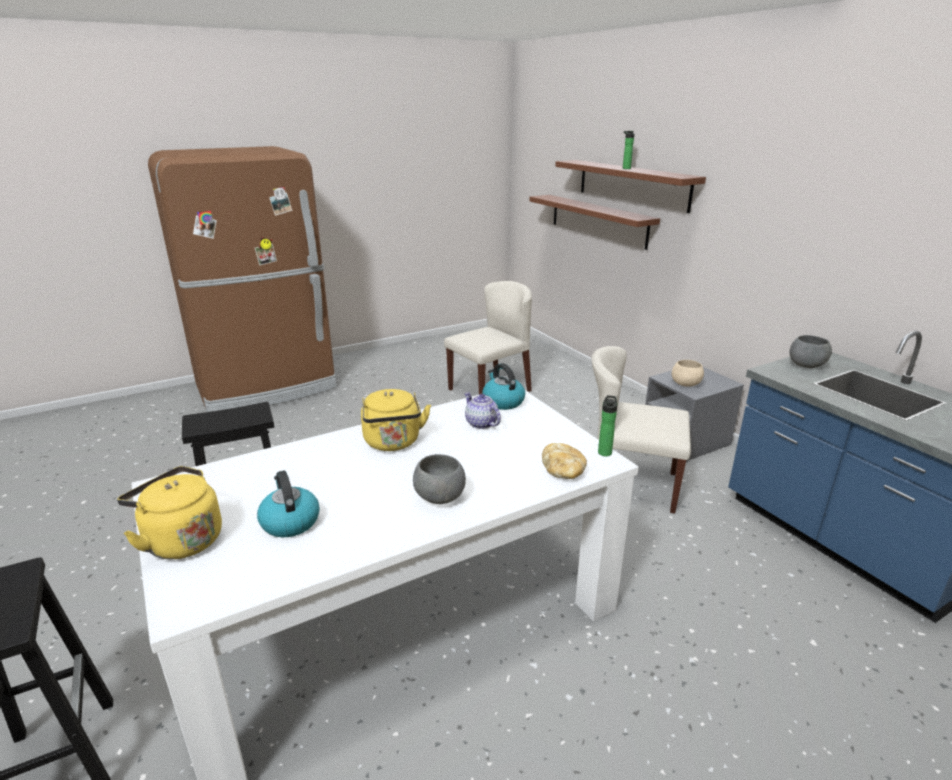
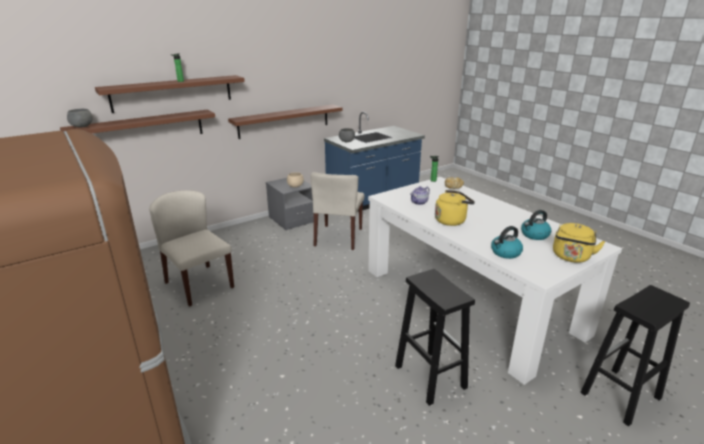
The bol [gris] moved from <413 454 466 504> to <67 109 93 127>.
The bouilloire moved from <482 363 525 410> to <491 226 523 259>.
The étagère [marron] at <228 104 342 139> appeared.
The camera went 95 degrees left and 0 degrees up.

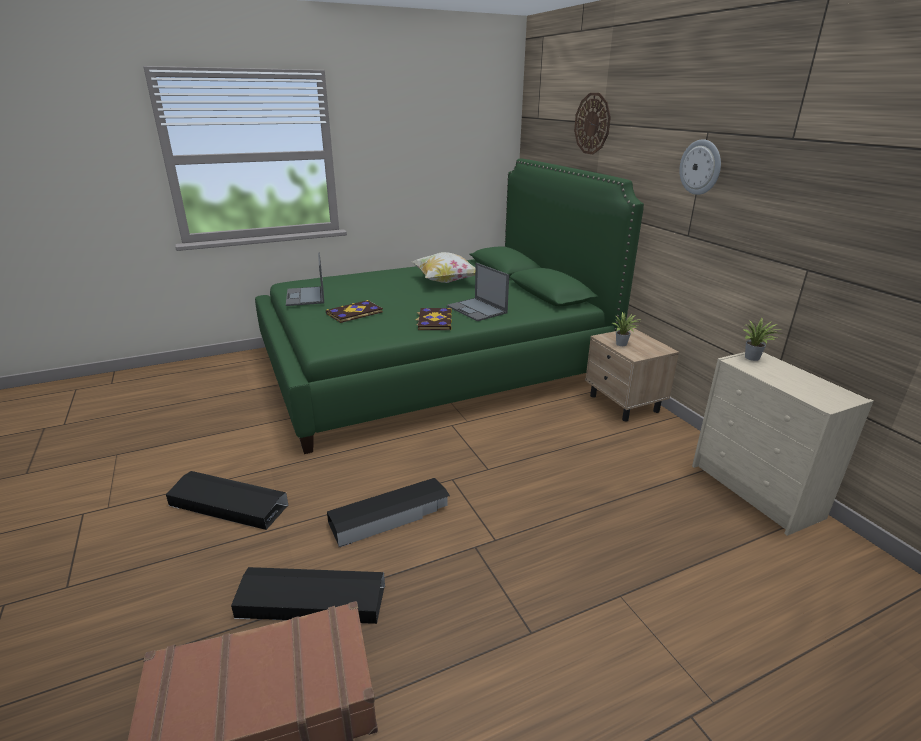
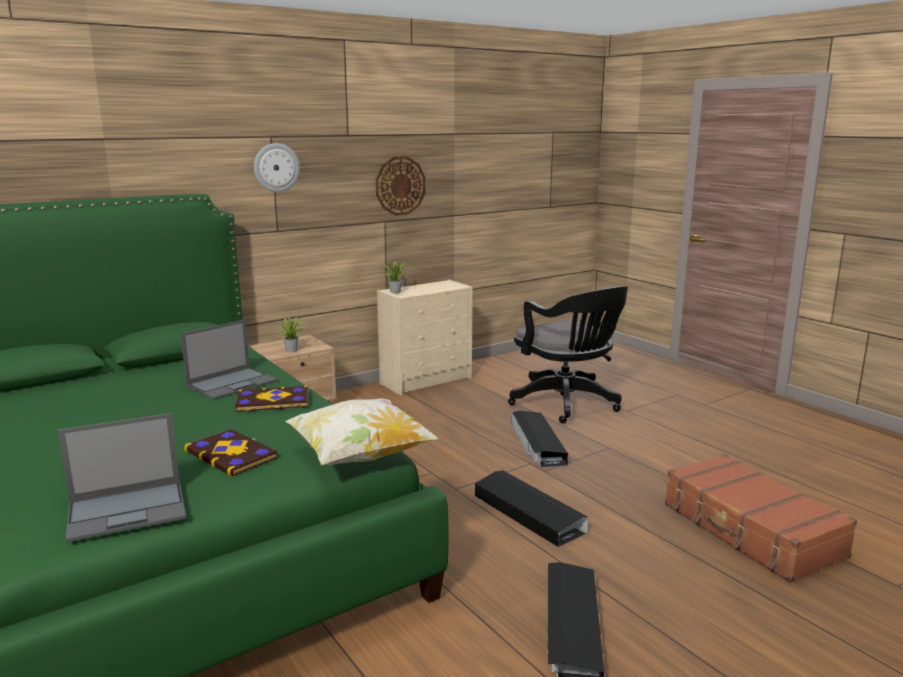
The boîte de rangement [noir] moved from <231 567 385 624> to <512 410 568 467>.
The coussin moved from <412 252 475 283> to <285 398 439 465>.
The horloge murale moved from <574 93 611 155> to <376 156 426 216>.
The chaise de bureau [noir] at <508 286 628 424> appeared.
The camera went 100 degrees left and 10 degrees down.

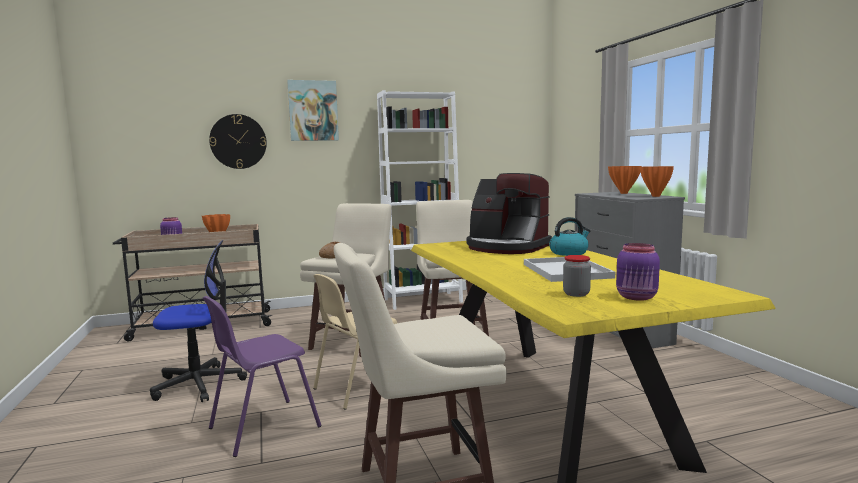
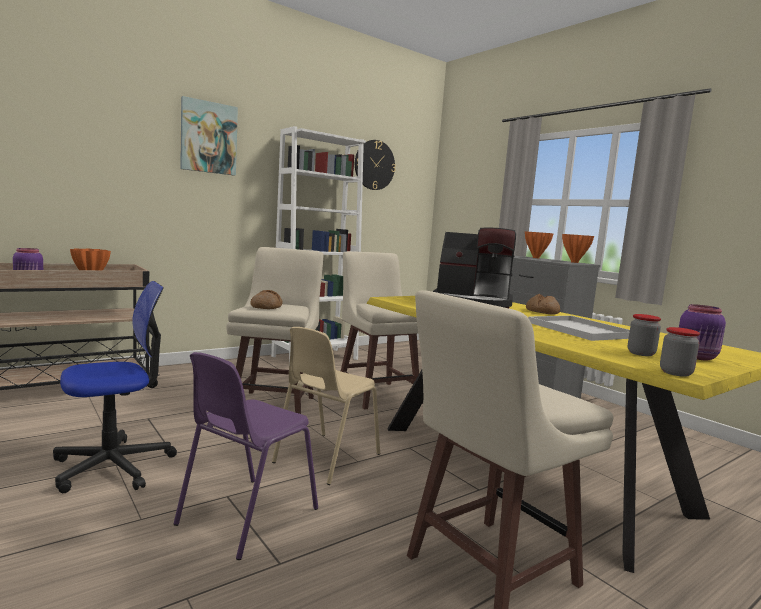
The horloge murale moved from <209 114 267 169> to <355 140 396 190>.
The bouilloire at <549 217 590 256> was replaced by the pain at <526 294 560 315>.
The bocal at <660 327 700 377> appeared.
The camera went 20 degrees left and 0 degrees up.

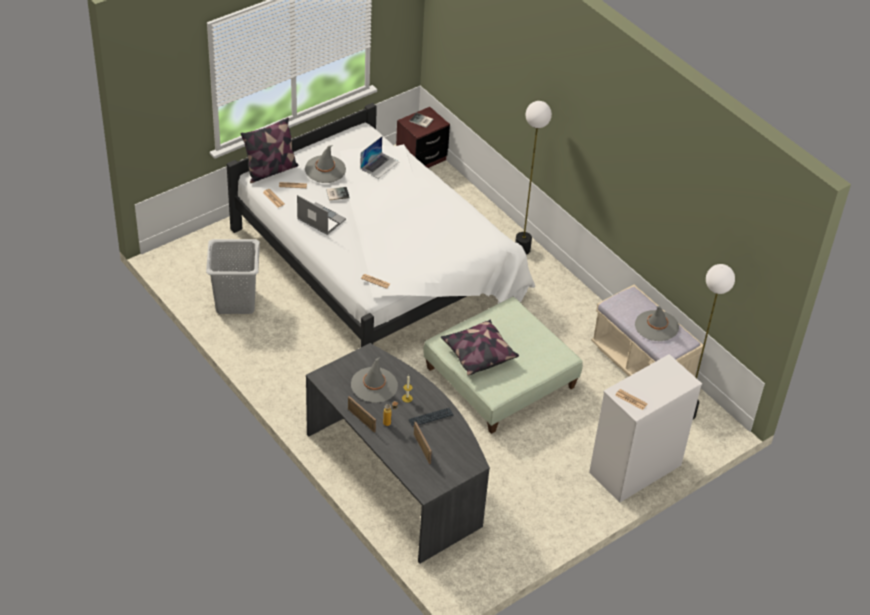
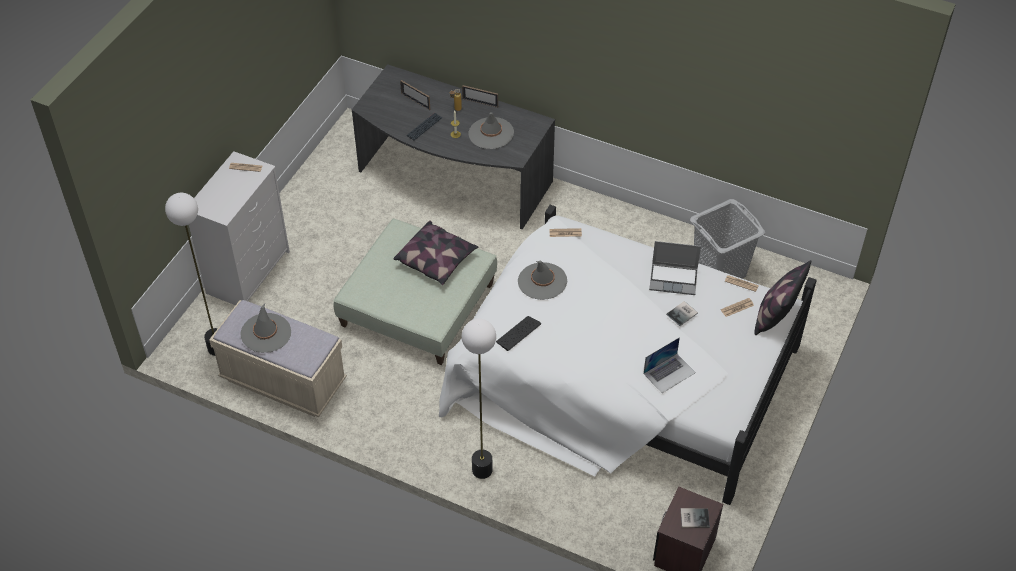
The chapeau [gris] moved from <305 145 346 183> to <518 261 567 300>.
The ordinateur portable at <360 137 399 179> turned 135 degrees counterclockwise.
The clavier at <496 316 541 351> appeared.
The camera went 155 degrees right and 5 degrees up.

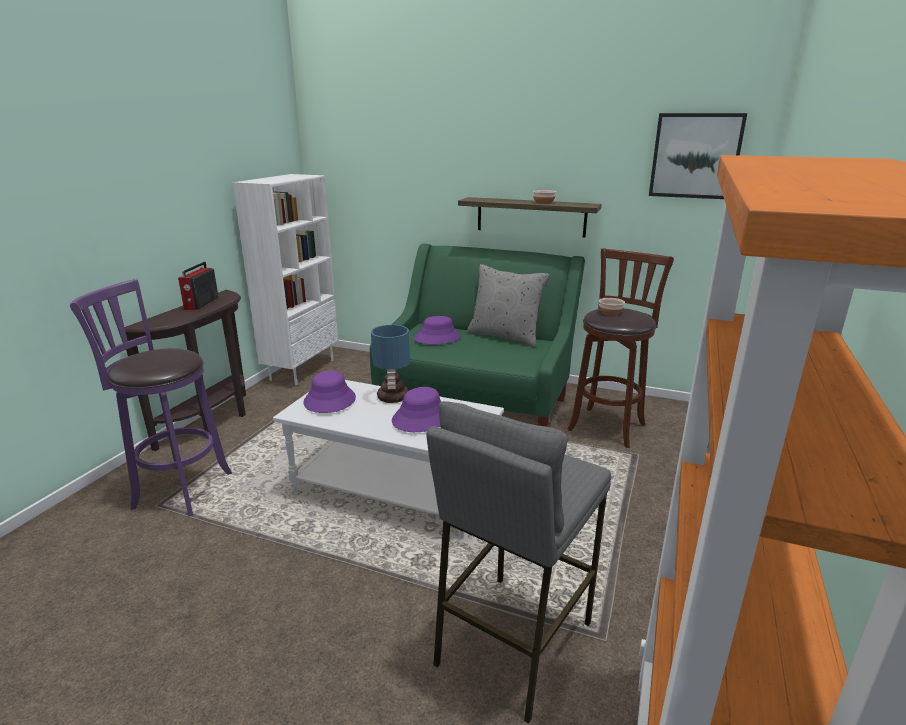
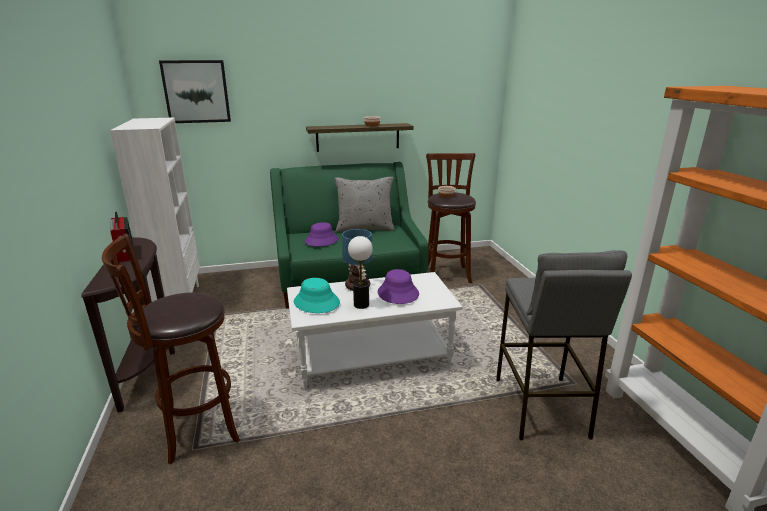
The tabouret [violet] at <70 278 232 518> became the tabouret [marron] at <102 234 240 464>.
The chapeau [violet] at <303 371 356 413> became the chapeau [turquoise] at <294 278 340 313>.
The tableau moved from <649 113 747 199> to <159 60 231 123>.
The lampe de table at <348 236 373 309> appeared.
The camera went 35 degrees left and 0 degrees up.

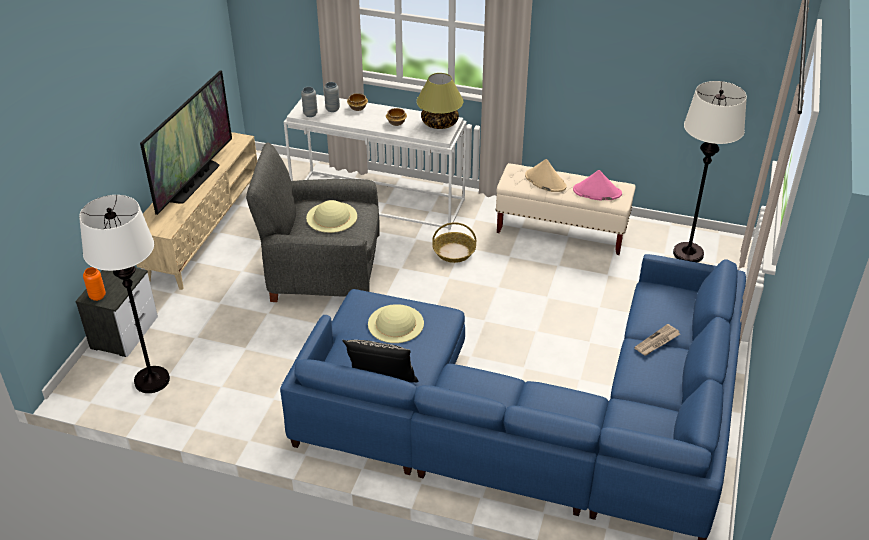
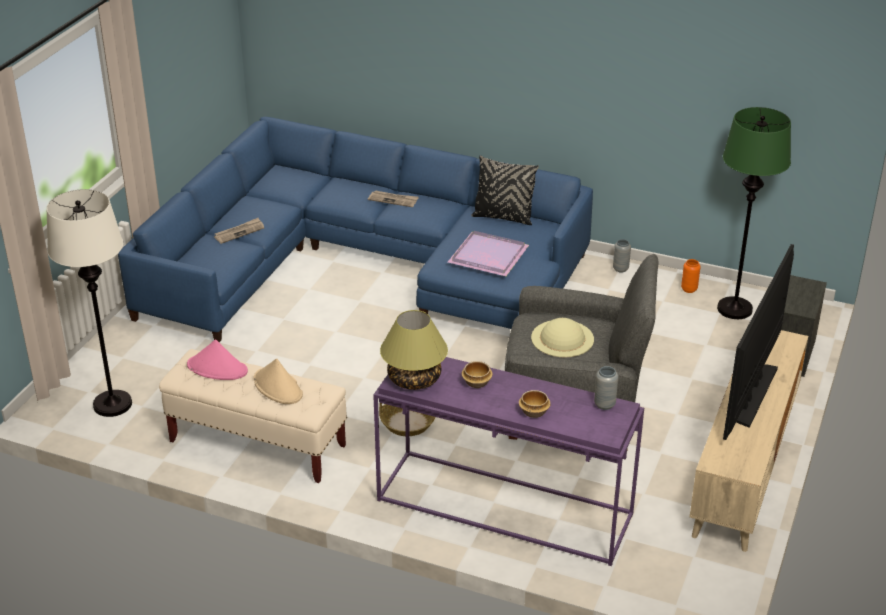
The lampadaire [blanc] at <79 195 170 393> became the lampadaire [vert] at <717 107 791 319>.
The vase [orange] moved from <83 267 106 301> to <681 259 700 293>.
The table console [blanc] at <284 94 467 230> became the table console [violet] at <373 357 644 566>.
The vase [gris] moved from <324 82 340 112> to <613 239 631 273>.
The chapeau [beige] at <368 304 424 343> was replaced by the plateau [violet] at <448 231 529 276>.
The journal at <368 190 419 207> appeared.
The camera went 175 degrees left and 5 degrees down.

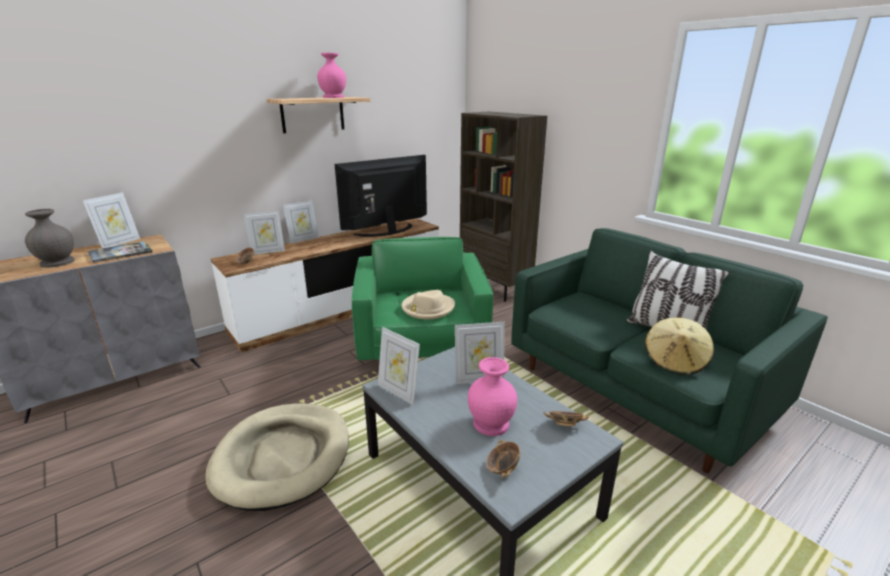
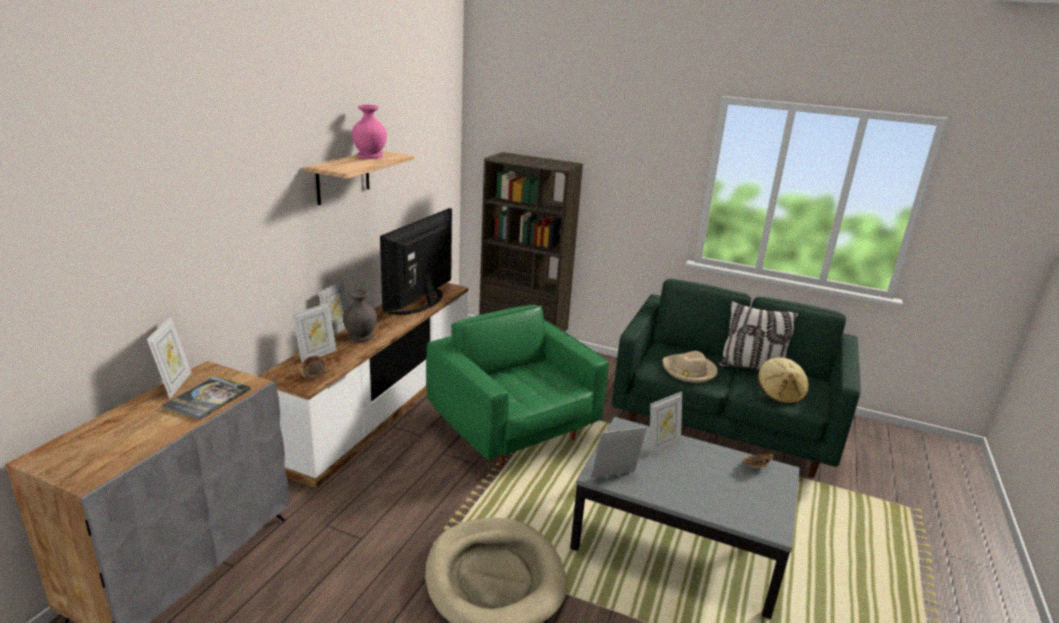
The vase [gris] moved from <25 209 74 268> to <343 289 377 342>.
The cadre photo at <378 327 420 405> turned 150 degrees clockwise.
The chapeau [beige] moved from <401 290 455 319> to <663 351 718 383>.
The vase [rose] at <468 357 517 436> disappeared.
The bol at <486 440 520 478> disappeared.
The camera went 30 degrees left and 0 degrees up.

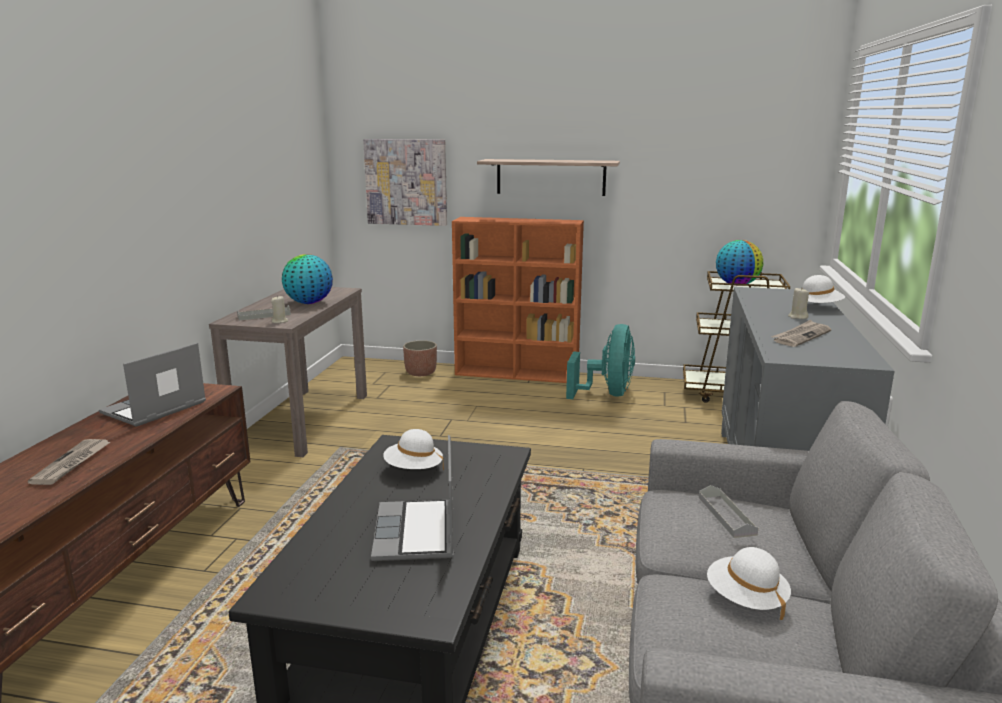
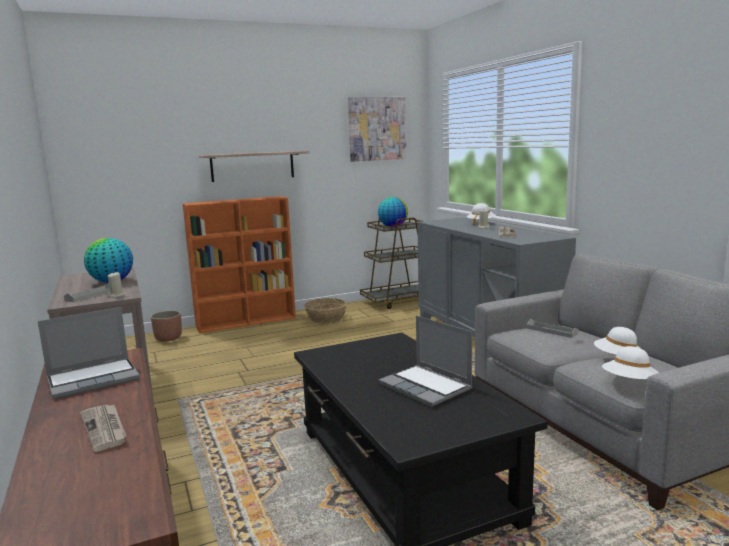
The ordinateur portable at <99 343 206 427> turned 120 degrees counterclockwise.
The tableau moved from <363 139 447 226> to <348 97 406 162>.
The chapeau [blanc] moved from <383 429 444 470> to <602 346 659 379>.
The ventilateur [turquoise] at <566 324 635 399> was replaced by the panier at <304 298 347 323>.
The camera went 35 degrees left and 5 degrees down.

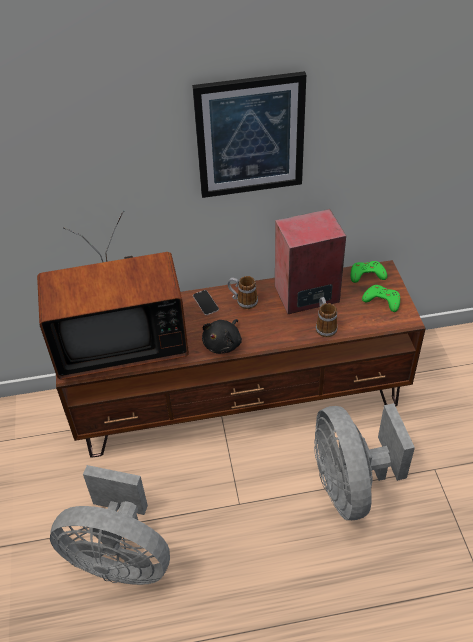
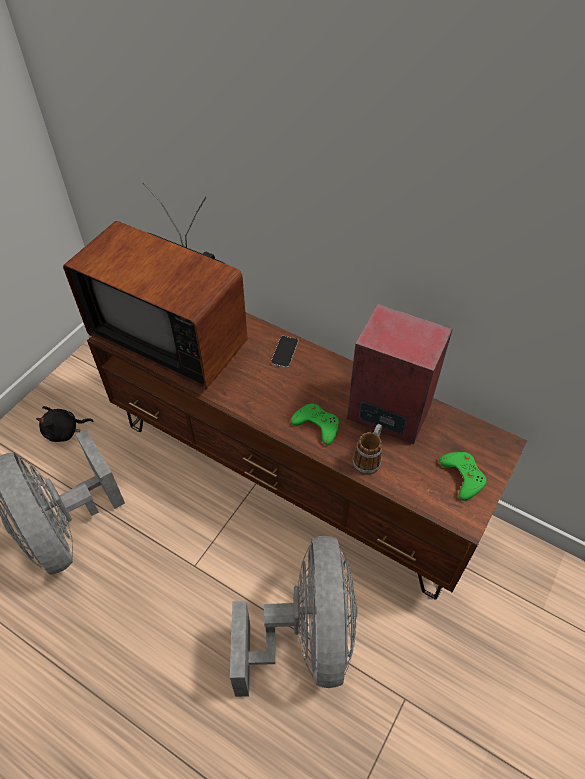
The tableau at <192 71 306 198> disappeared.
The peluche [noir] moved from <202 319 242 354> to <36 406 94 442>.
The mug at <228 276 258 309> disappeared.
The ventilateur [gris] at <314 403 415 520> turned 150 degrees clockwise.
The manette [vert] moved from <351 261 387 283> to <291 404 339 445>.
The camera went 40 degrees right and 5 degrees up.

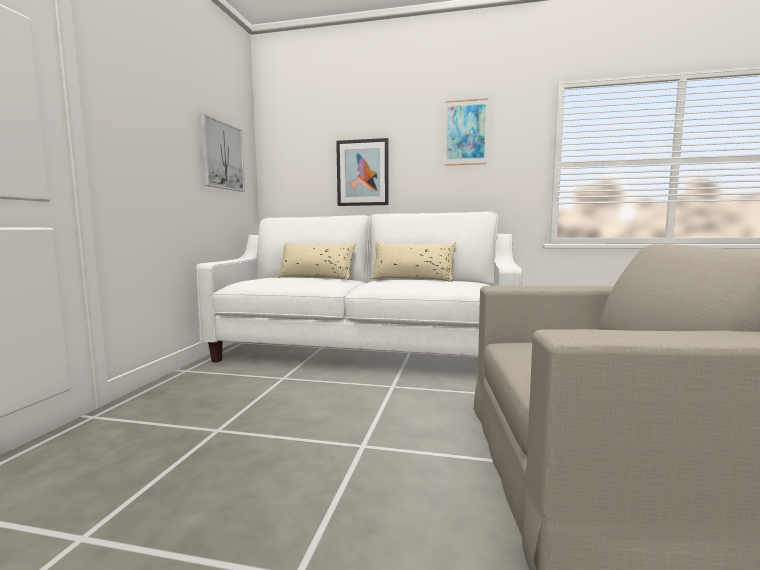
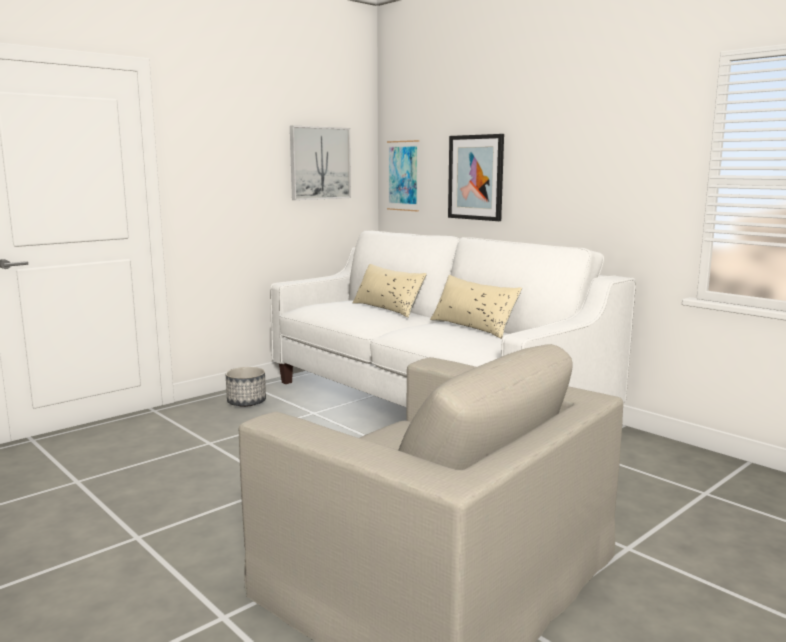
The tableau moved from <445 98 488 166> to <387 140 419 212>.
The cache-pot at <226 367 266 407> appeared.
The camera went 35 degrees right and 5 degrees up.

